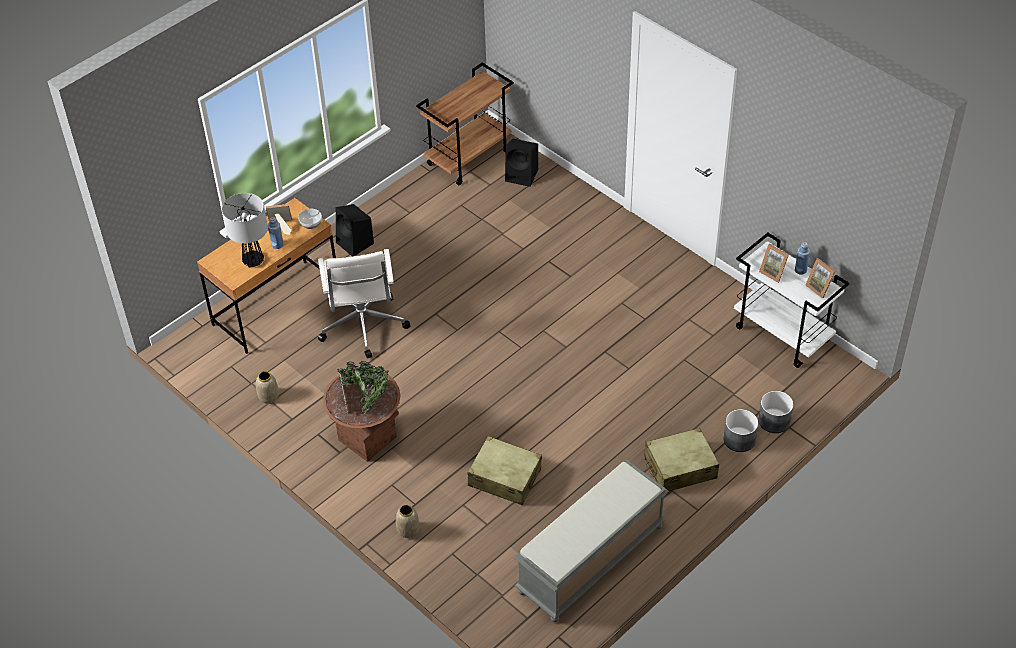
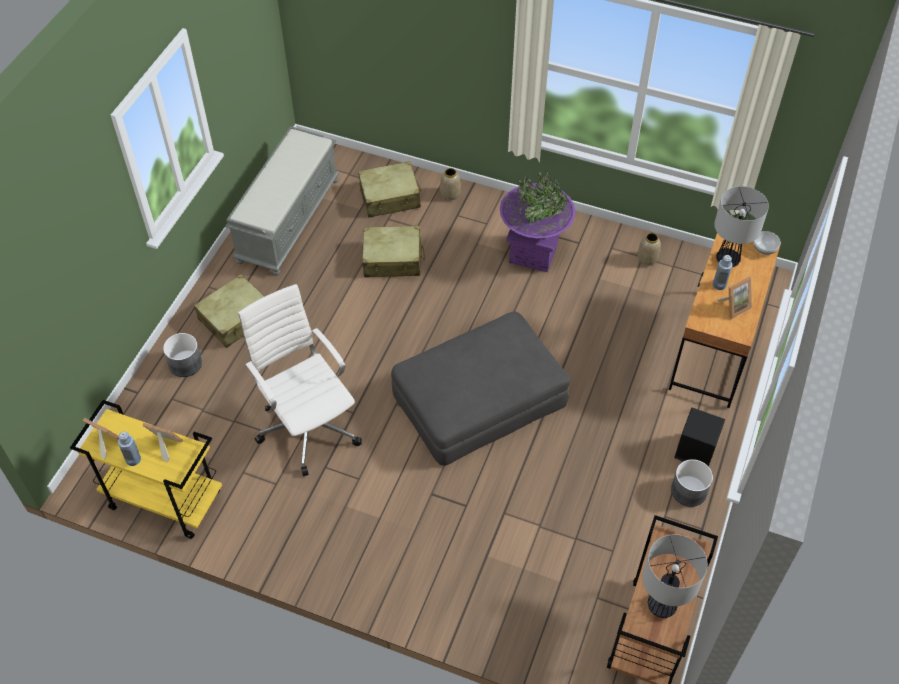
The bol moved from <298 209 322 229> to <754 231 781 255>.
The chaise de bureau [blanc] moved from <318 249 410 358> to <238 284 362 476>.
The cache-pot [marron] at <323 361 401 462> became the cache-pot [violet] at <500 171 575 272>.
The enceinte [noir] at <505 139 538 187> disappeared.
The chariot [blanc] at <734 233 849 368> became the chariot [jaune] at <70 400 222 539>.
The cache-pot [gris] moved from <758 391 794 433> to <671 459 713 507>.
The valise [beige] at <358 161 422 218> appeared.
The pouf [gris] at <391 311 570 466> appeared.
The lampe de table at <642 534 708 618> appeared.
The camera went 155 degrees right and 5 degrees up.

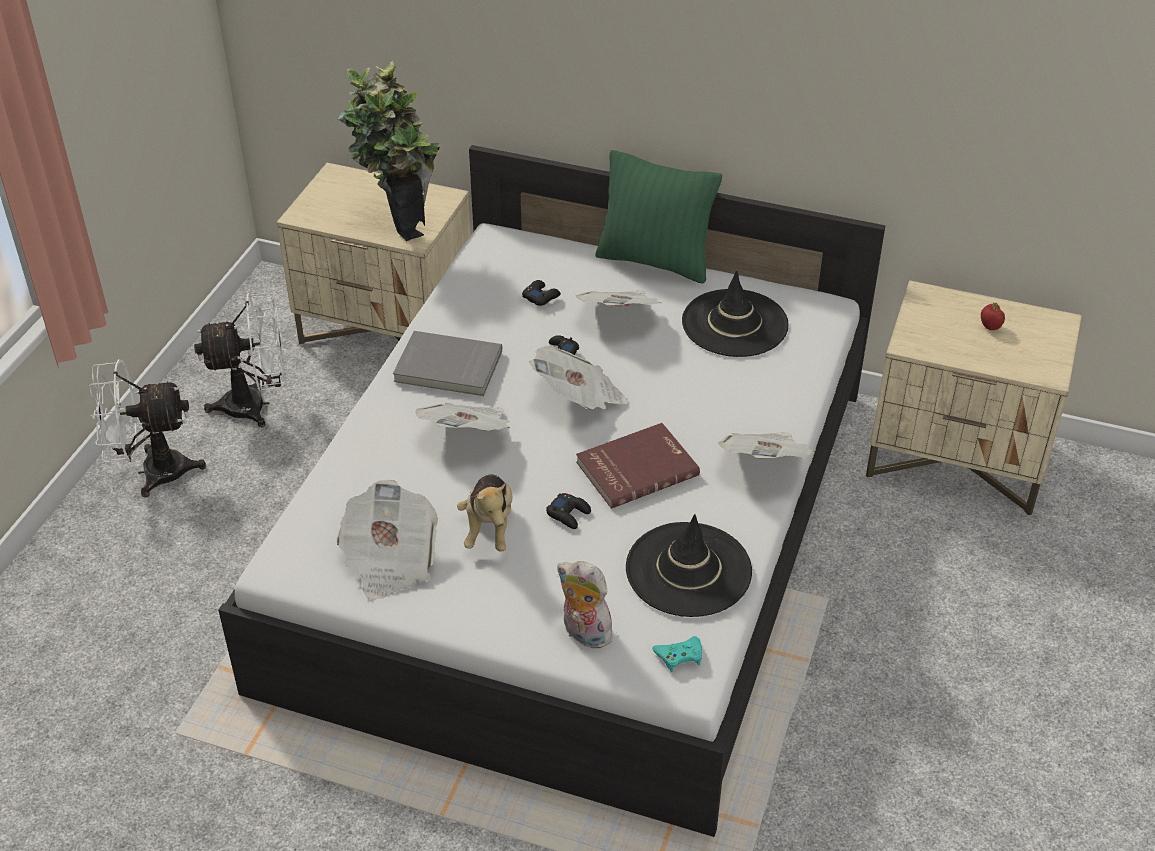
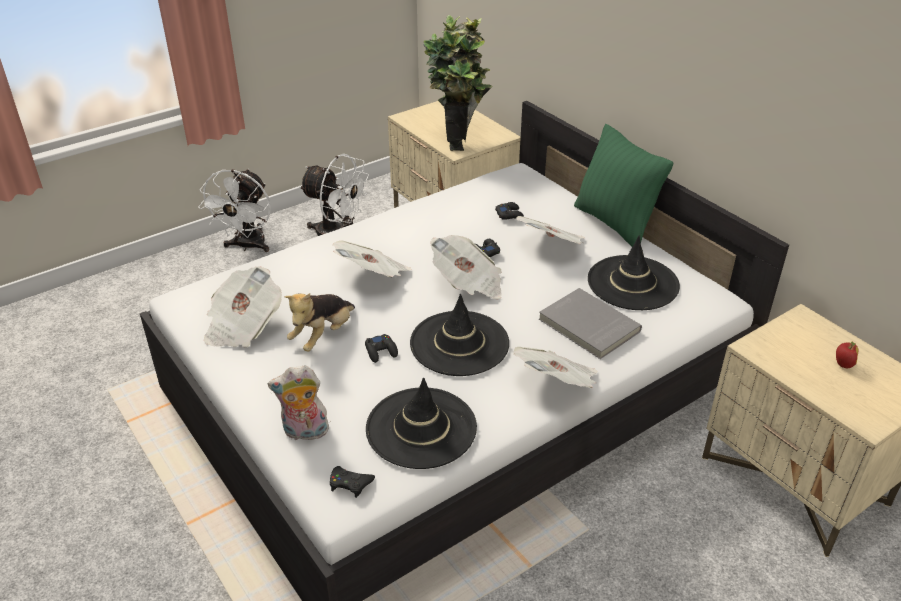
The ventilateur [blanc] at <89 359 206 498> turned 105 degrees counterclockwise.
The livre [gris] moved from <393 331 502 396> to <539 288 642 359>.
The peluche at <557 561 619 648> turned 75 degrees counterclockwise.
The livre [rouge] at <576 423 700 509> was replaced by the chapeau [noir] at <410 294 509 376>.
The manette [turquoise] at <652 636 702 672> became the manette [noir] at <330 466 375 498>.
The camera went 35 degrees right and 5 degrees down.

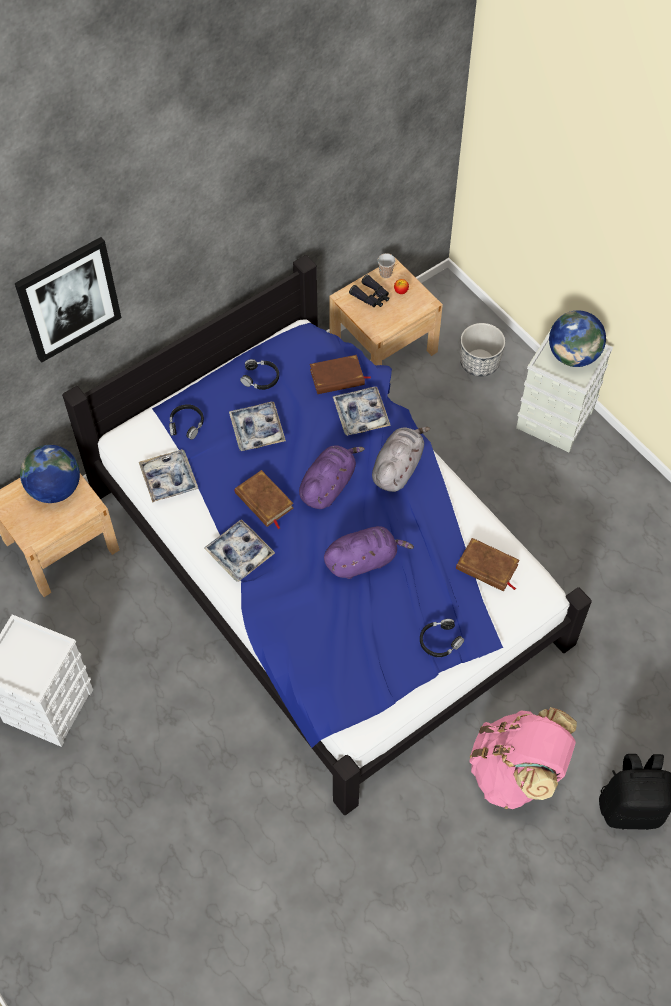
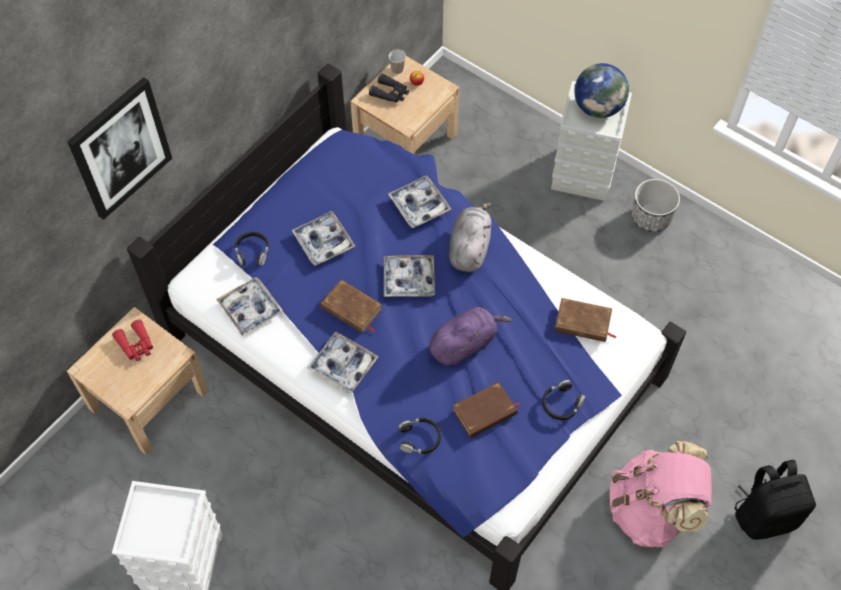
The globe at <20 445 80 503> was replaced by the jumelles [rouge] at <112 319 153 361>.
The casque audio [noir] moved from <240 359 279 390> to <399 418 441 454>.
The peluche [violet] at <299 446 364 509> was replaced by the plateau at <384 255 435 297>.
The livre [marron] moved from <310 355 371 394> to <452 382 521 438>.
The cache-pot moved from <460 323 505 377> to <632 179 680 232>.
The camera went 15 degrees left and 0 degrees up.

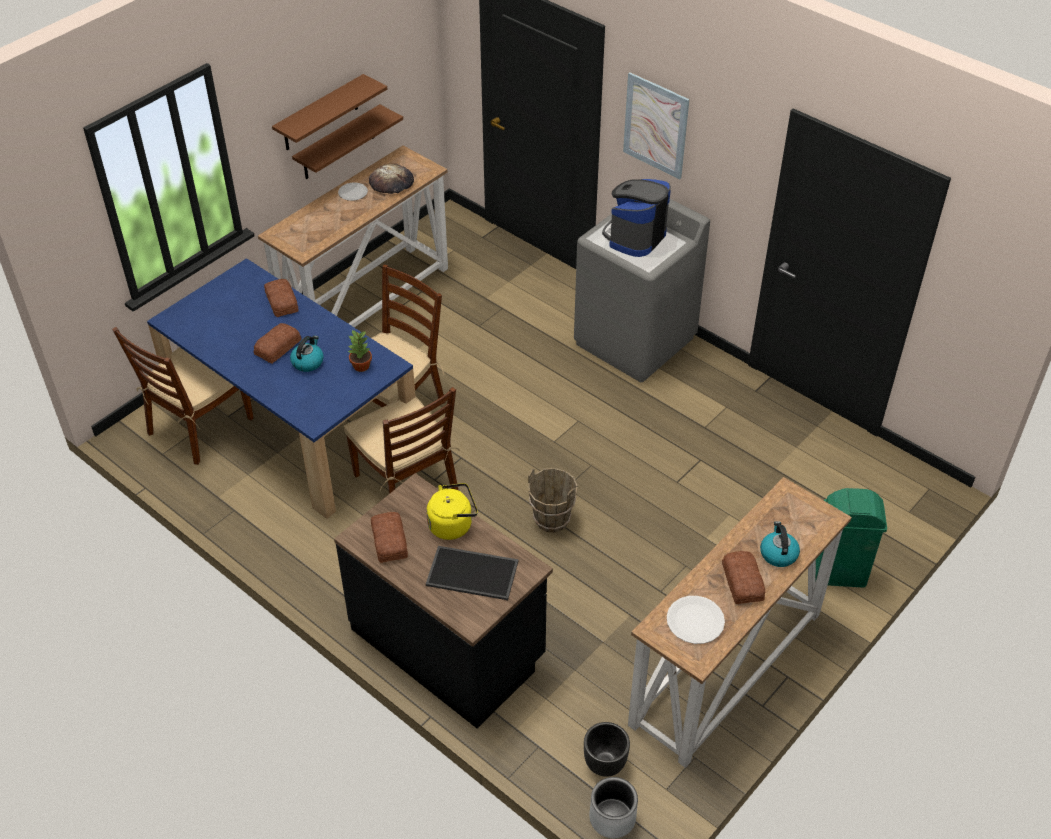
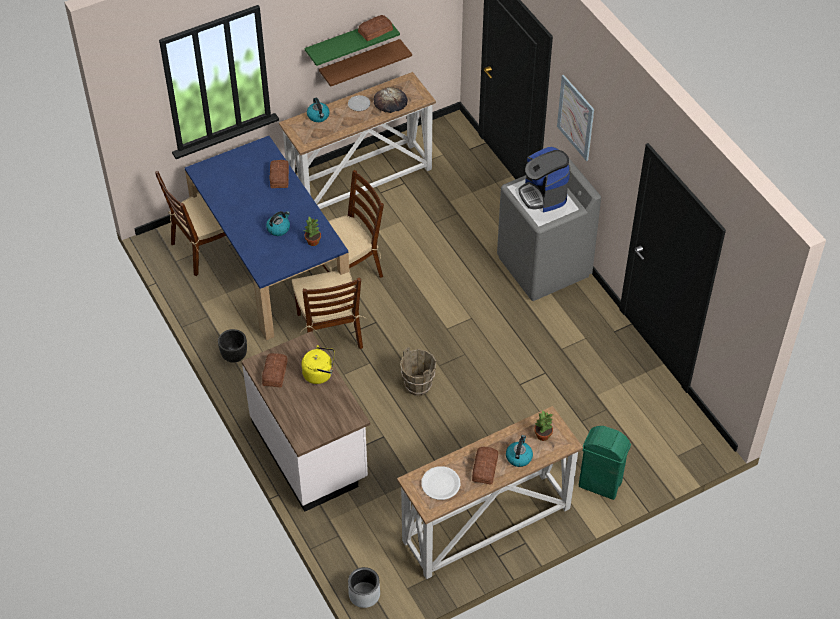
The pain moved from <254 323 301 364> to <358 15 393 41>.
The étagère [marron] at <272 74 387 150> became the étagère [vert] at <305 24 400 66>.
The comptoir de cuisine [noir] at <334 473 553 728> became the comptoir de cuisine [blanc] at <242 331 370 512>.
The plateau at <426 546 518 600> disappeared.
The cache-pot [noir] moved from <584 722 630 777> to <218 329 247 363>.
The machine à café at <602 179 671 257> turned 75 degrees counterclockwise.
The bouilloire at <307 98 330 122> appeared.
The plante en pot at <534 410 553 441> appeared.
The camera went 20 degrees right and 5 degrees up.

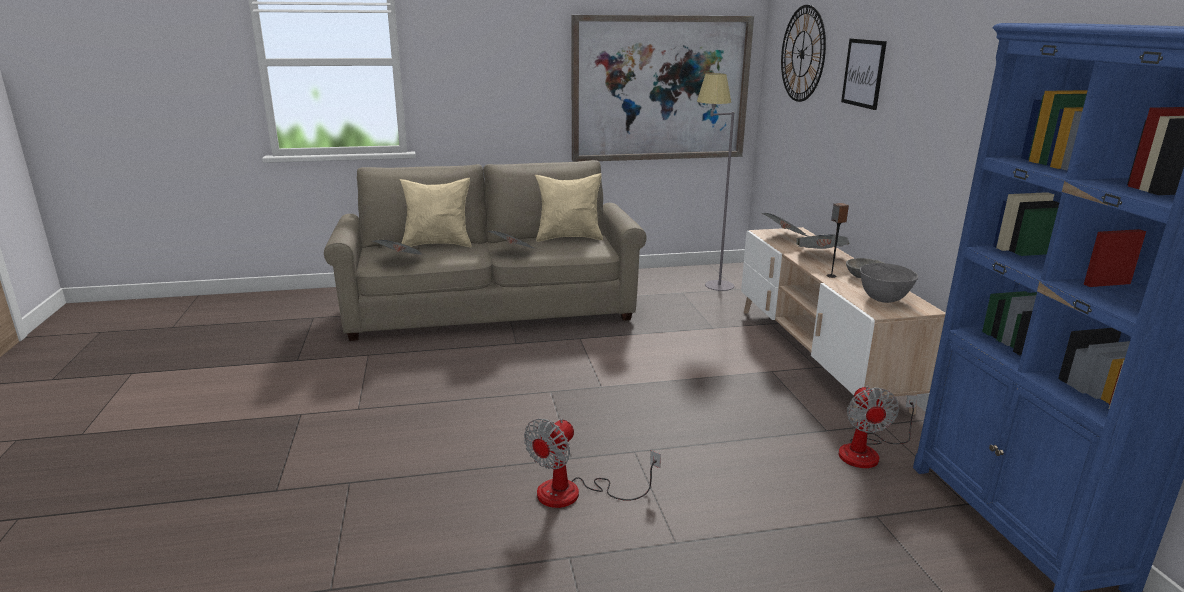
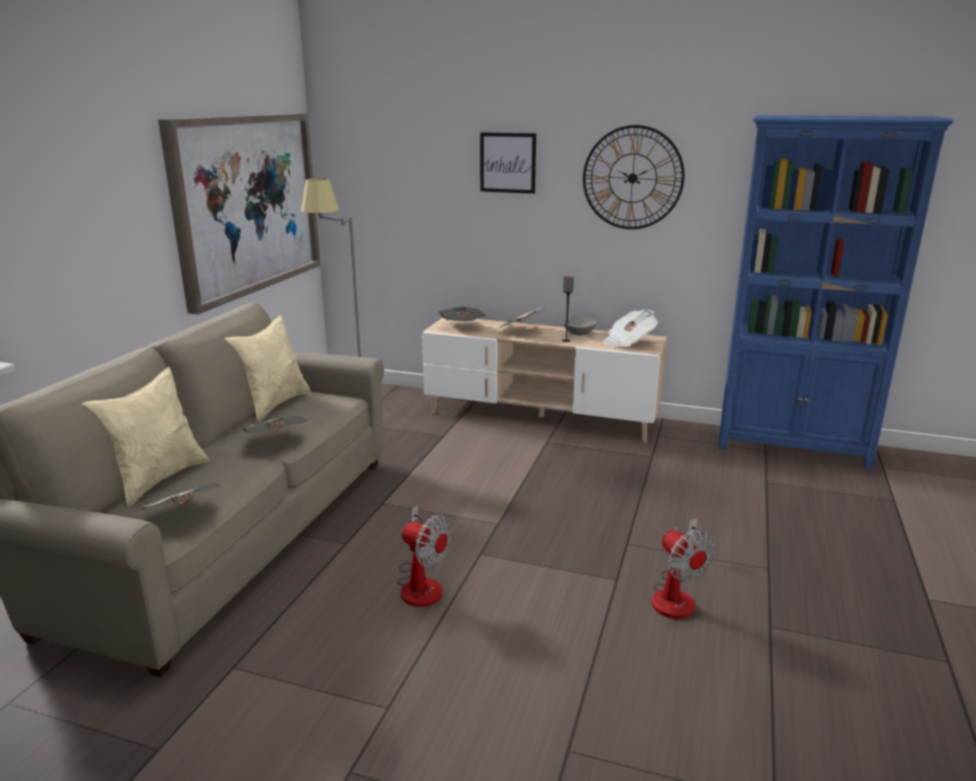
The horloge murale moved from <781 5 826 102> to <583 125 685 229>.
The ventilateur moved from <839 385 918 468> to <397 505 452 607>.
The bol [gris] at <860 263 918 303> was replaced by the journal at <602 309 658 348>.
The camera went 60 degrees left and 0 degrees up.

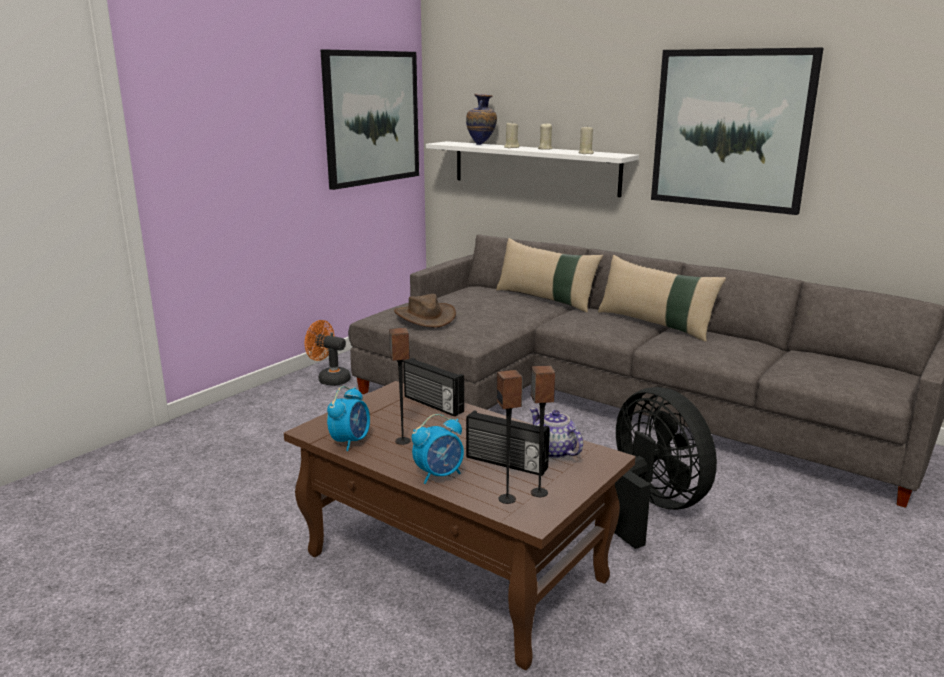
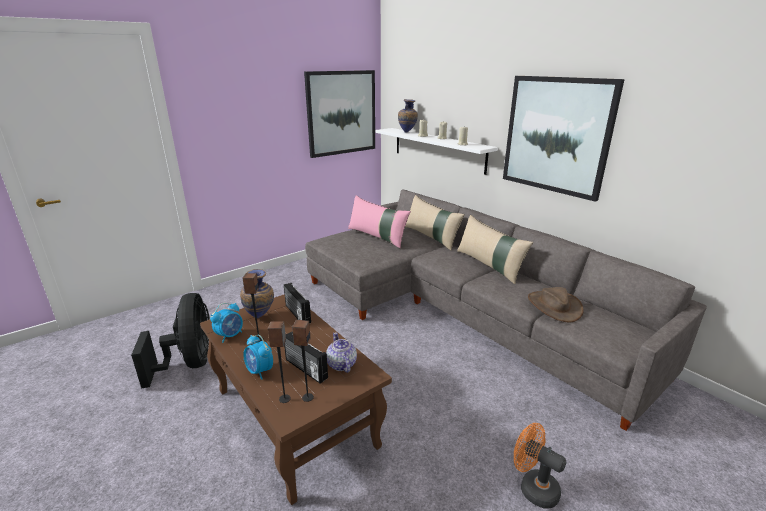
The ventilateur [orange] moved from <305 320 351 386> to <514 423 567 509>.
The chapeau [marron] moved from <394 294 456 328> to <528 287 584 323>.
The réveil at <412 414 464 484> turned 60 degrees clockwise.
The ventilateur [noir] moved from <614 387 717 549> to <131 293 210 389>.
The vase at <240 269 274 318> appeared.
The coussin [rose] at <348 195 411 248> appeared.
The camera went 15 degrees right and 5 degrees up.

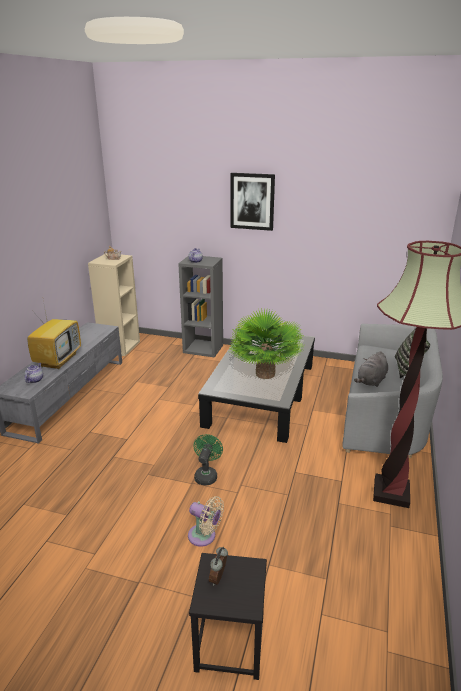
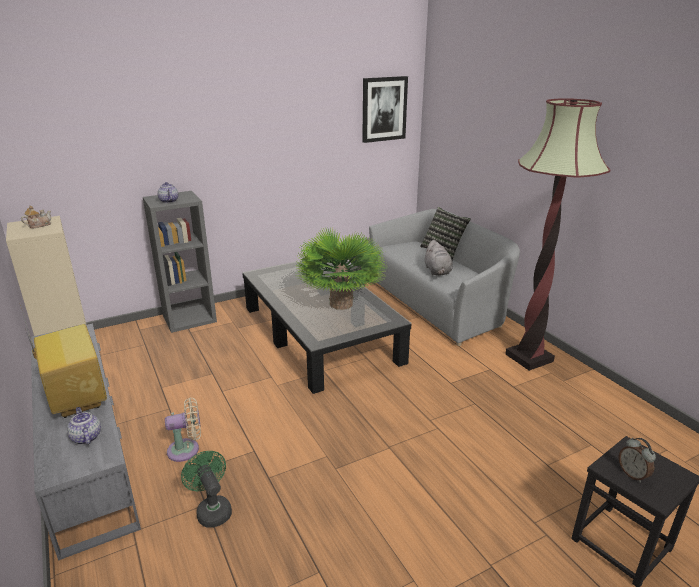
The ventilateur [beige] moved from <188 496 224 547> to <165 398 201 462>.
The ventilateur [vert] moved from <193 434 223 485> to <181 451 232 528>.
The tableau moved from <230 173 275 231> to <362 76 408 143>.
The camera went 45 degrees left and 0 degrees up.

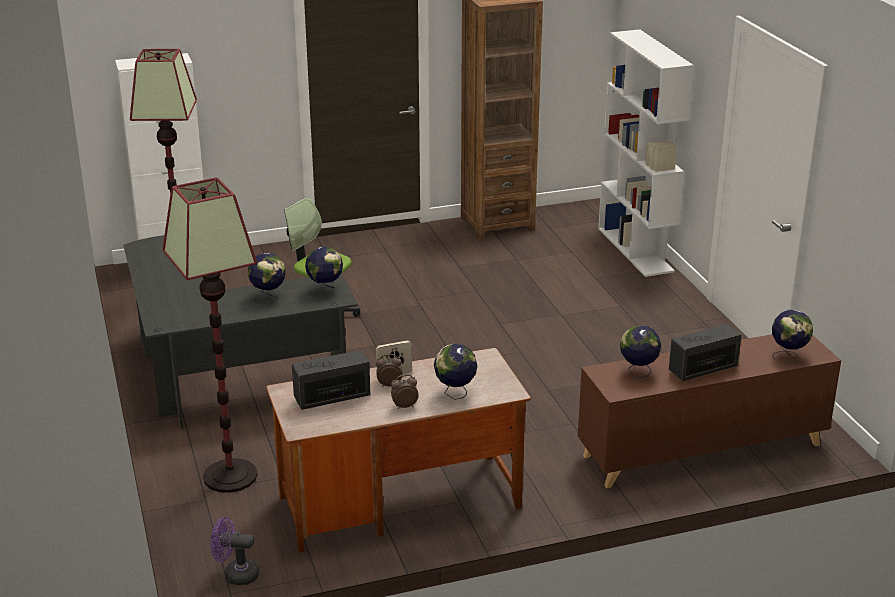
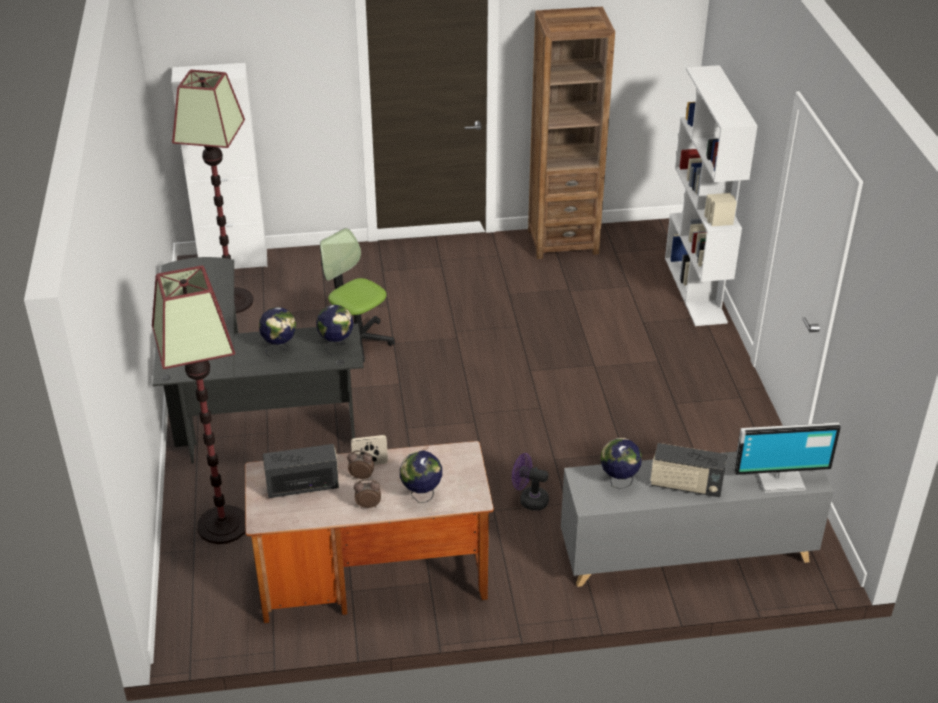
The ventilateur [violet] moved from <210 517 259 585> to <512 453 549 511>.
The meuble de rangement [marron] at <578 334 841 488> became the meuble de rangement [gris] at <561 451 834 587>.
The radio at <669 324 742 381> turned 150 degrees counterclockwise.
The globe at <772 310 813 360> was replaced by the écran d'ordinateur at <734 423 841 493>.
The camera went 10 degrees right and 10 degrees up.

